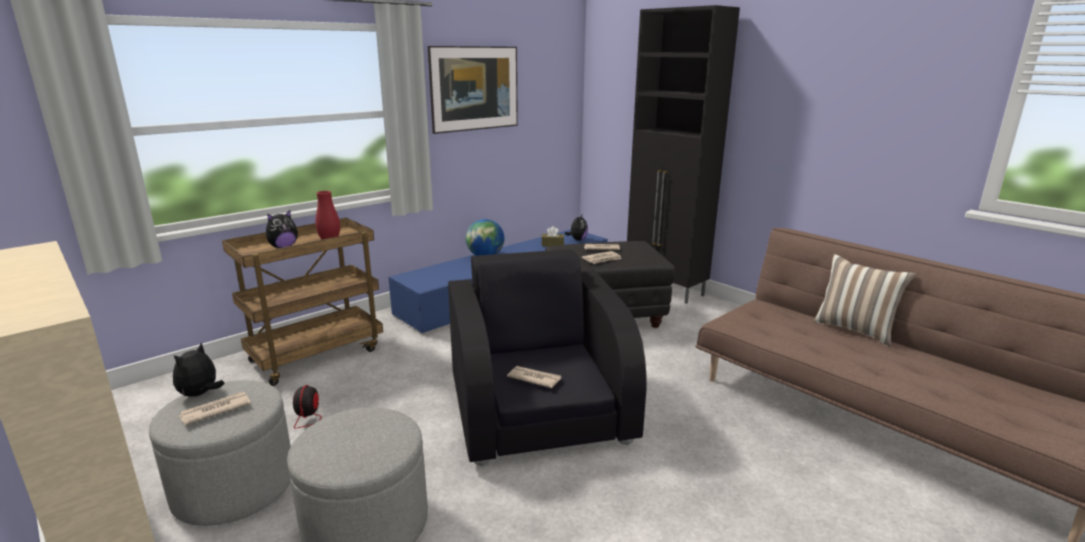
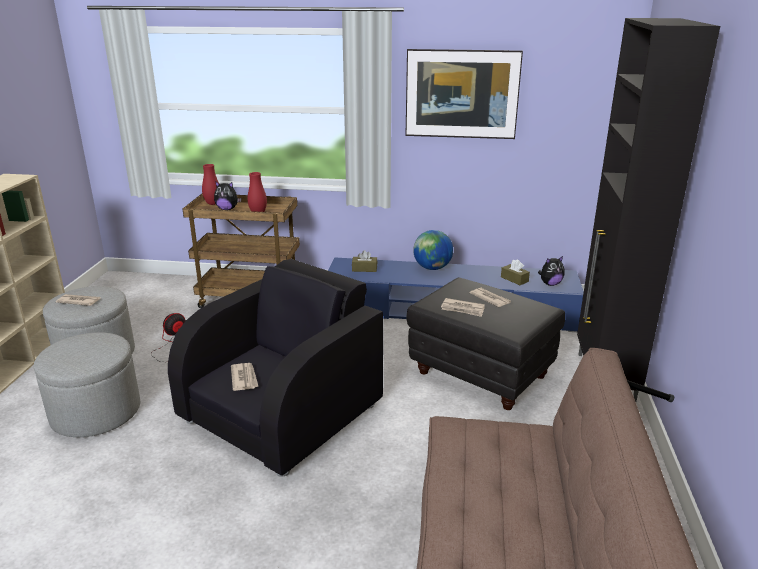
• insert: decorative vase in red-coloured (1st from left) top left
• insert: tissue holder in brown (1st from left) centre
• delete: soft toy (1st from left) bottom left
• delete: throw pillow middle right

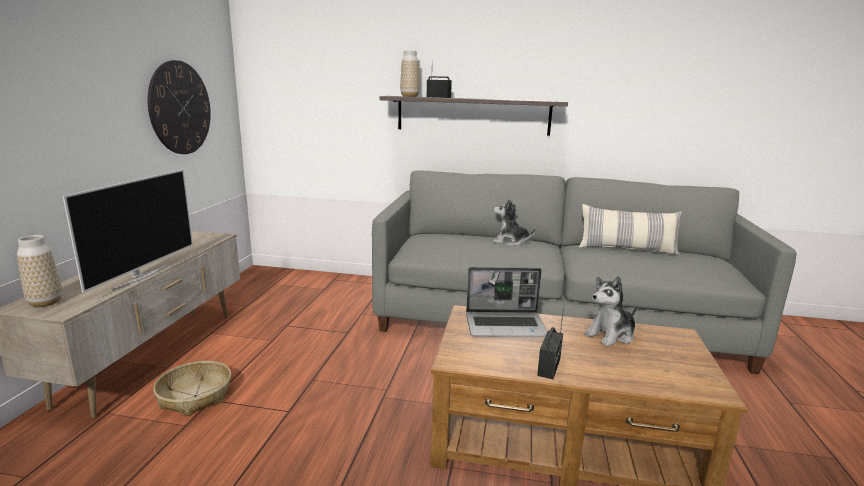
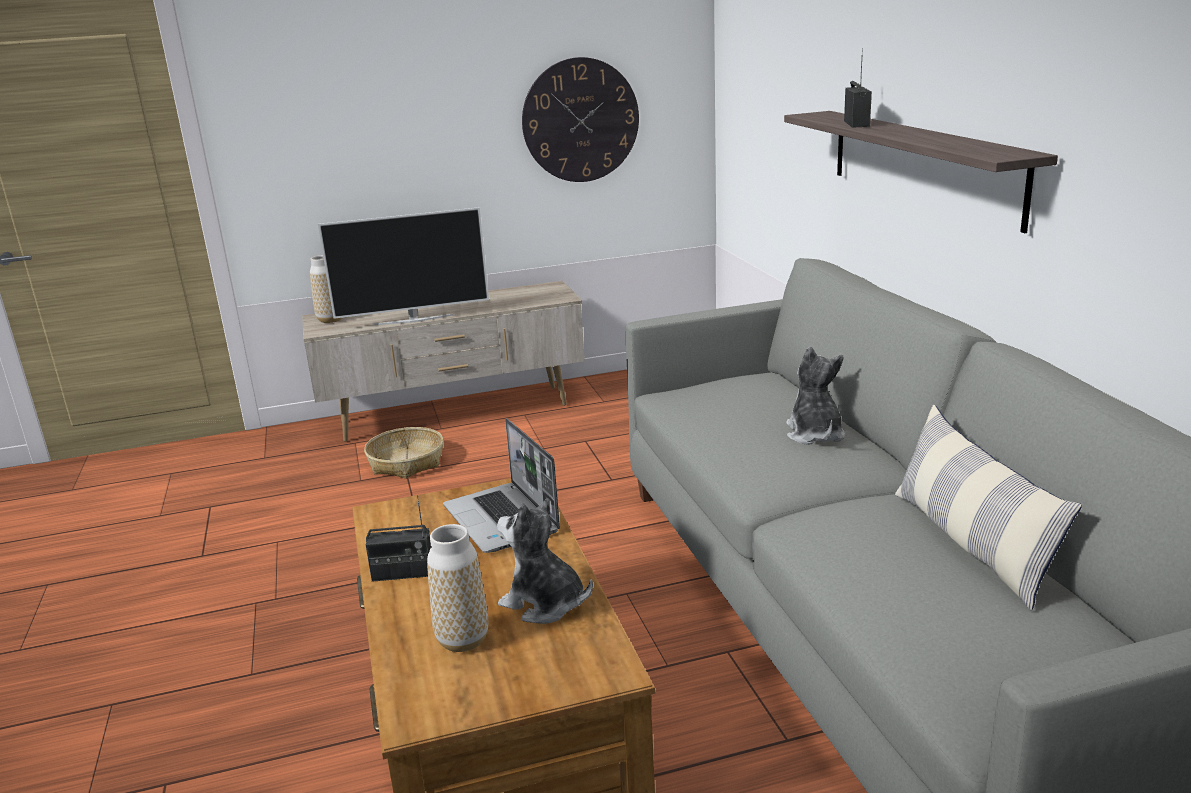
• move: decorative vase (2nd from left) top centre to bottom centre

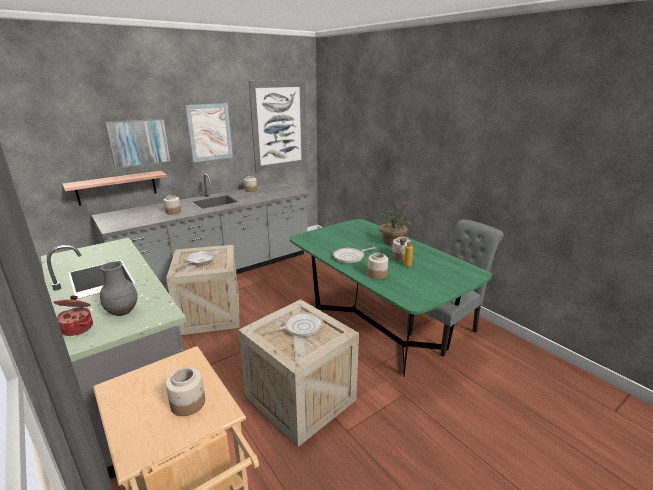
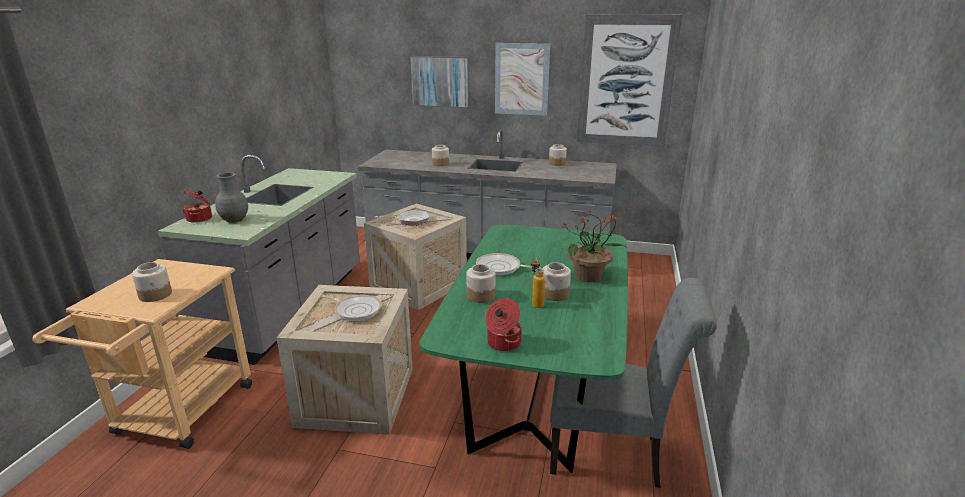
• insert: cooking pot (2nd from left) centre
• delete: wall shelf middle left

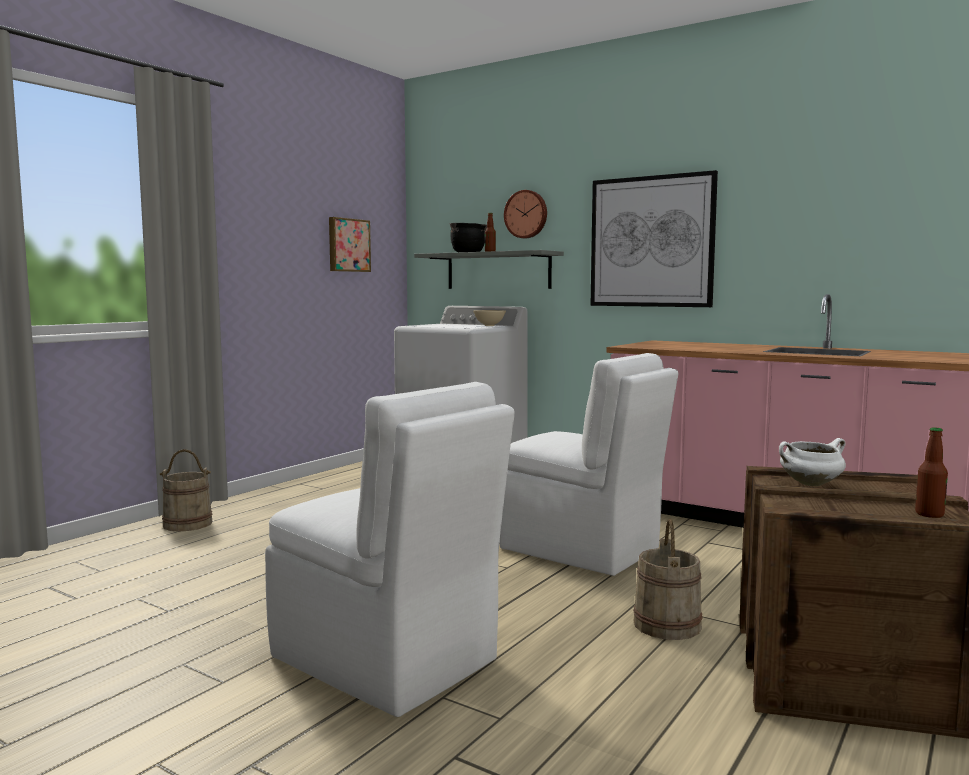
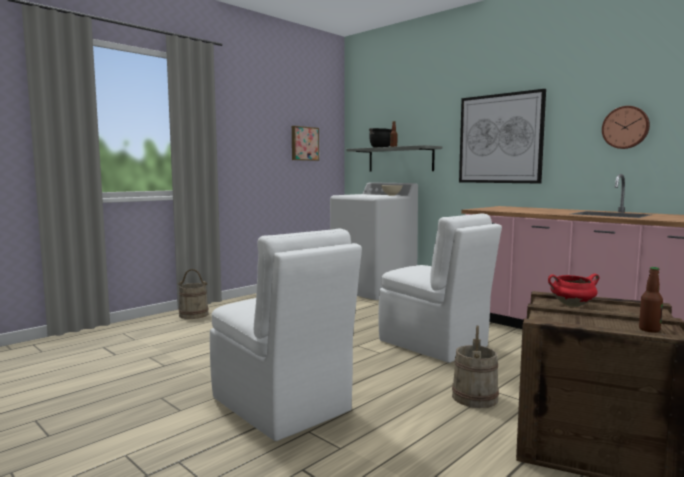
• recolor: cooking pot in white middle right to cooking pot in red-coloured middle right
• move: wall clock top centre to top right

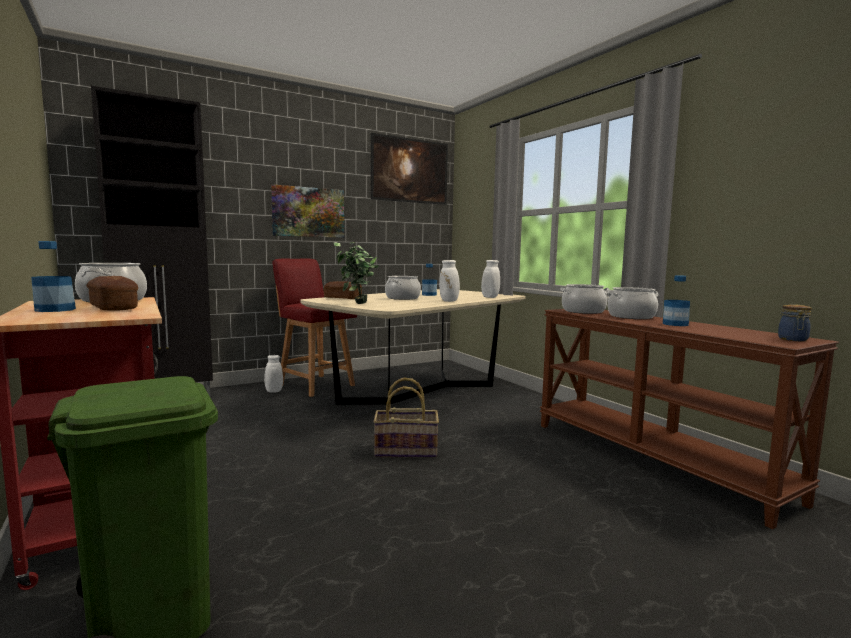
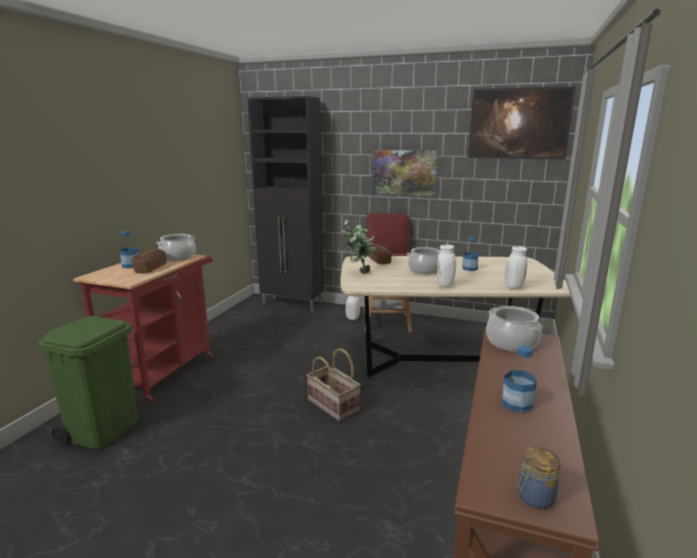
• delete: cooking pot (4th from left) middle right

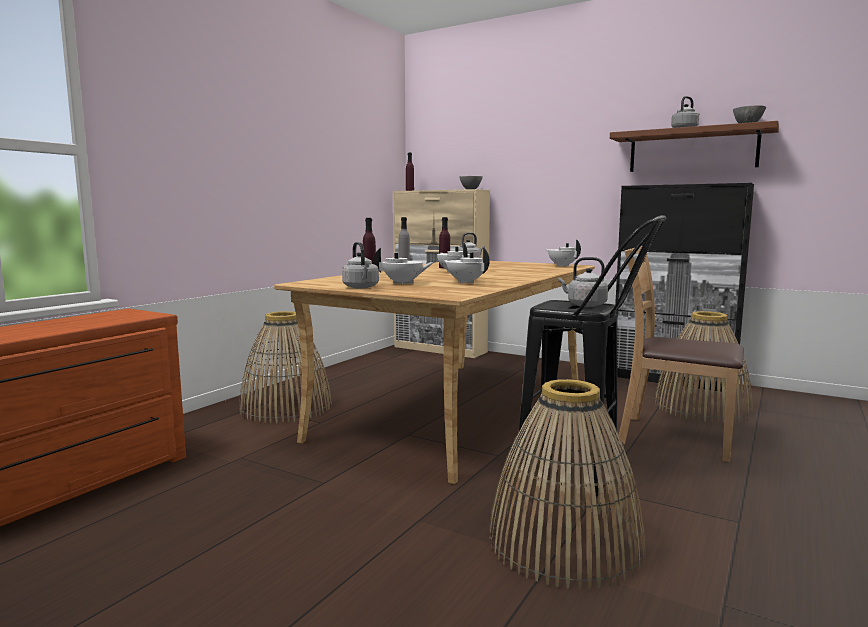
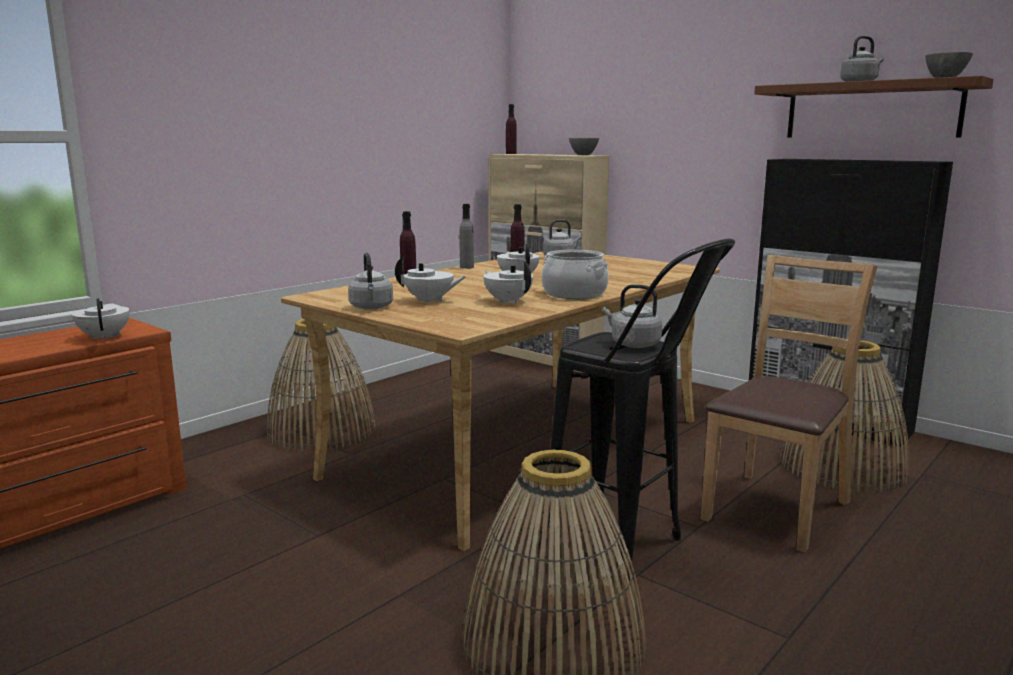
• move: pot for tea in white (4th from left in the first image) centre to pot for tea in white (1st from left) middle left
• insert: cooking pot centre
• rotate: upright chair in brown middle right = middle right 90 degrees clockwise

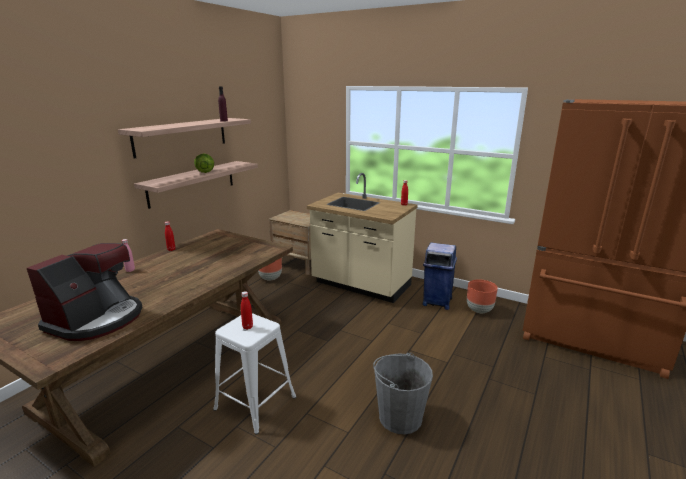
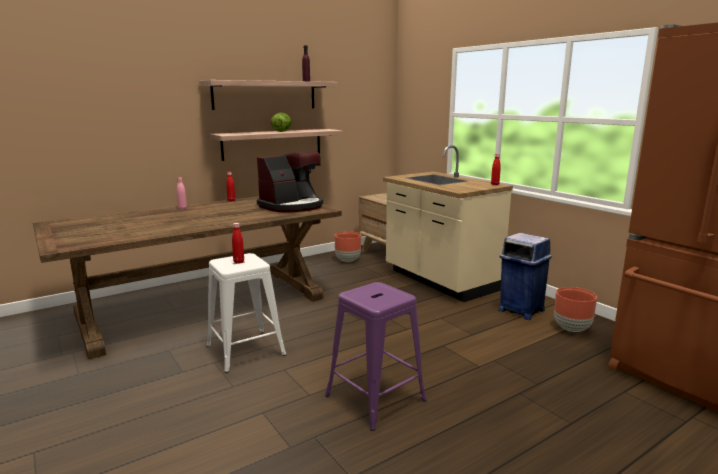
• move: coffee maker middle left to centre
• replace: water bucket in gray bottom centre to stool seat in purple bottom centre

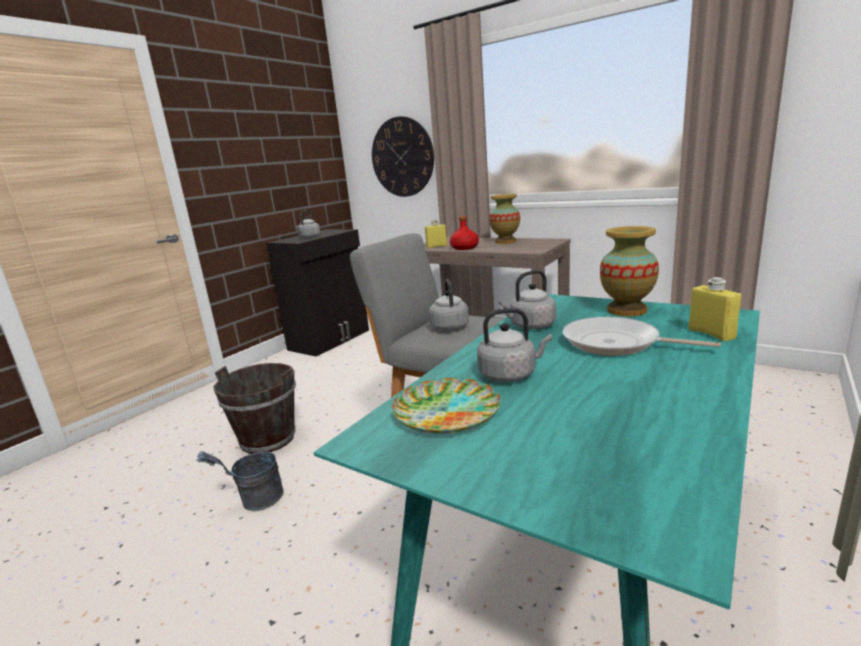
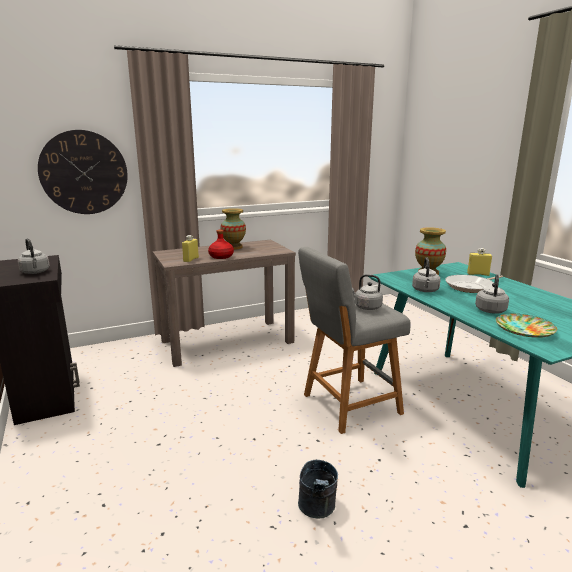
• delete: water bucket in brown middle left

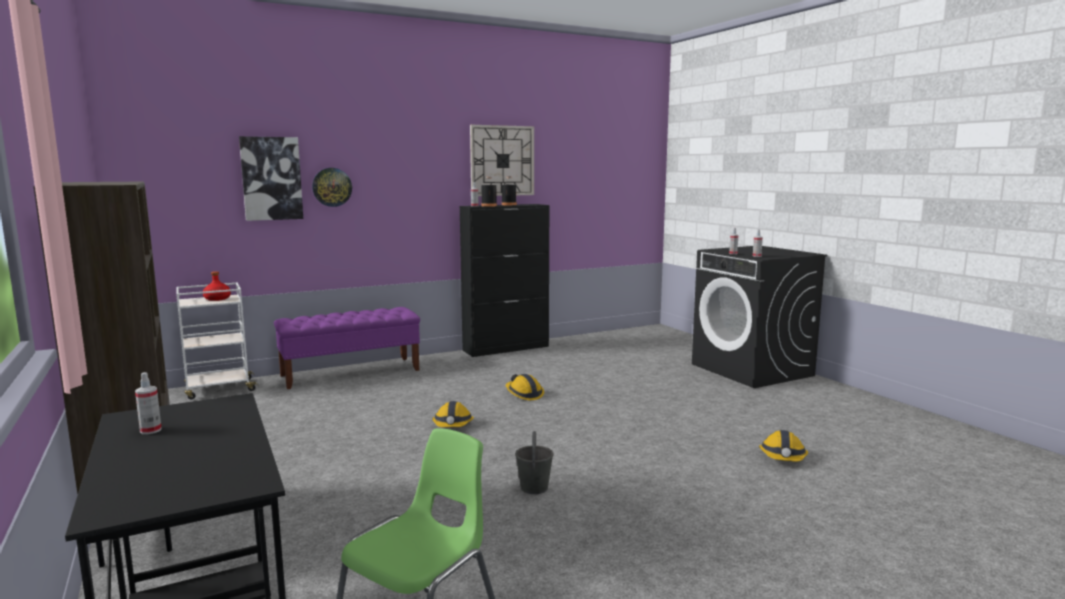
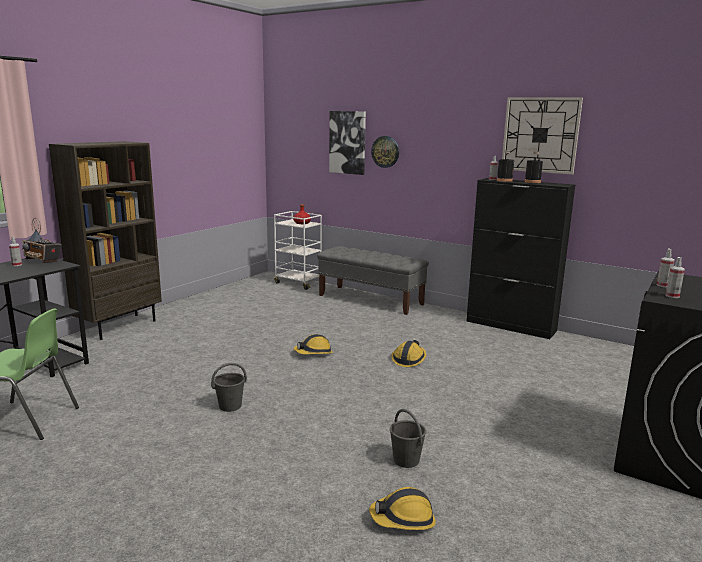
• insert: radio receiver middle left
• recolor: bench in purple middle left to bench in gray centre
• insert: water bucket in gray (2nd from left) bottom centre

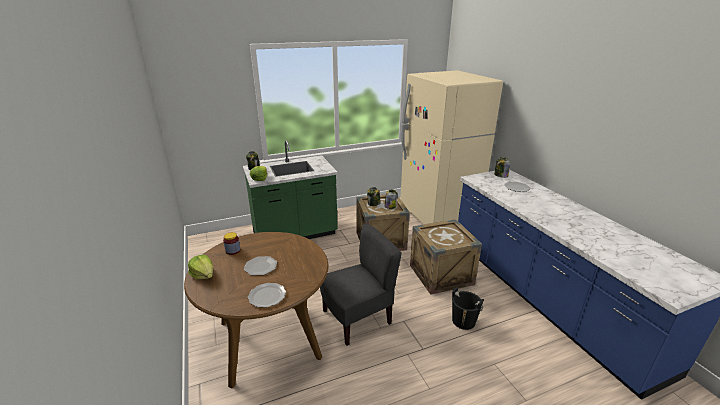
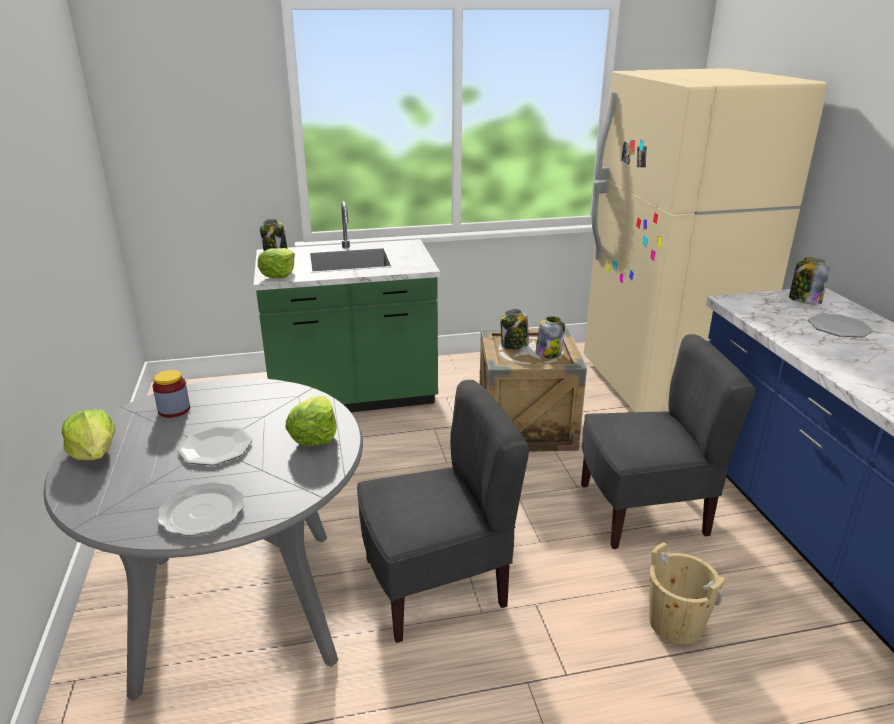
• recolor: dining table in brown bottom centre to dining table in gray bottom left
• insert: lettuce (3rd from left) centre
• replace: crate (2nd from left) centre to upright chair in gray (2nd from left) middle right
• recolor: water bucket in black-coloured bottom centre to water bucket in beige bottom right

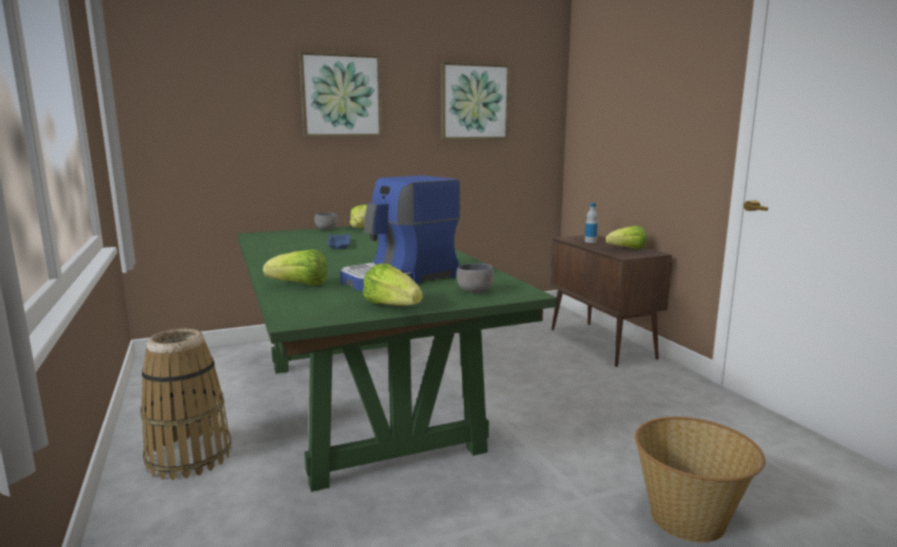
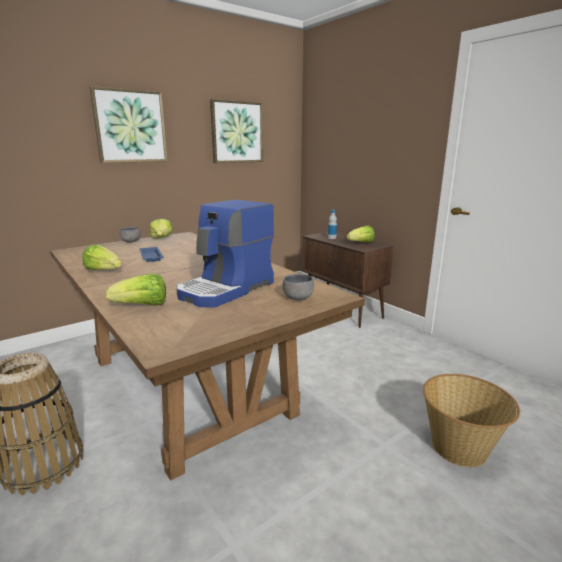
• recolor: dining table in green centre to dining table in brown centre
• move: lettuce (3rd from left in the first image) centre to lettuce (1st from left) middle left

